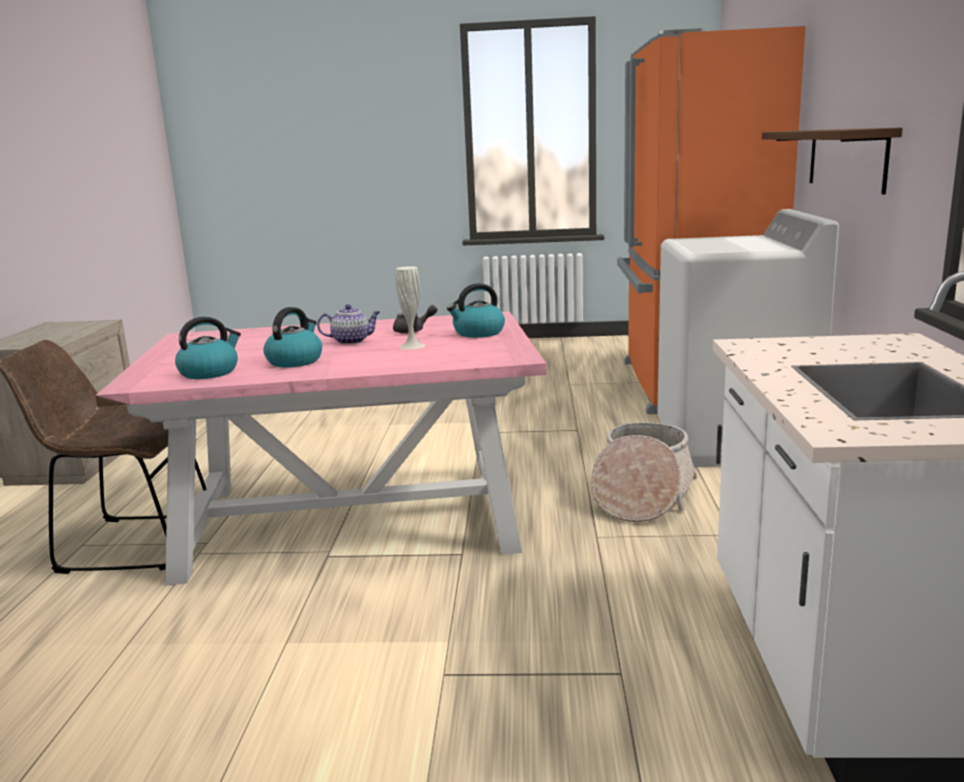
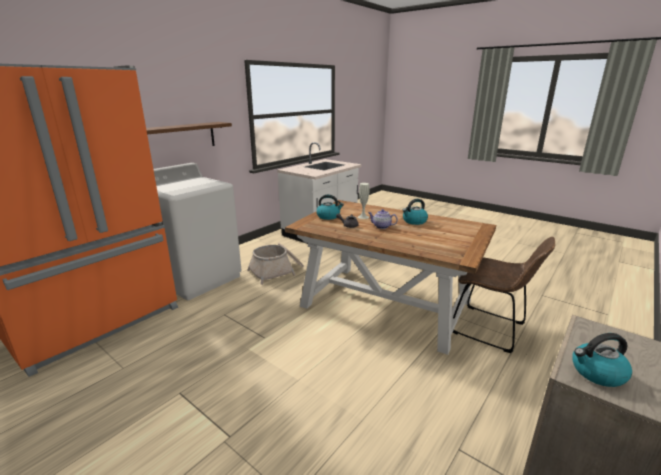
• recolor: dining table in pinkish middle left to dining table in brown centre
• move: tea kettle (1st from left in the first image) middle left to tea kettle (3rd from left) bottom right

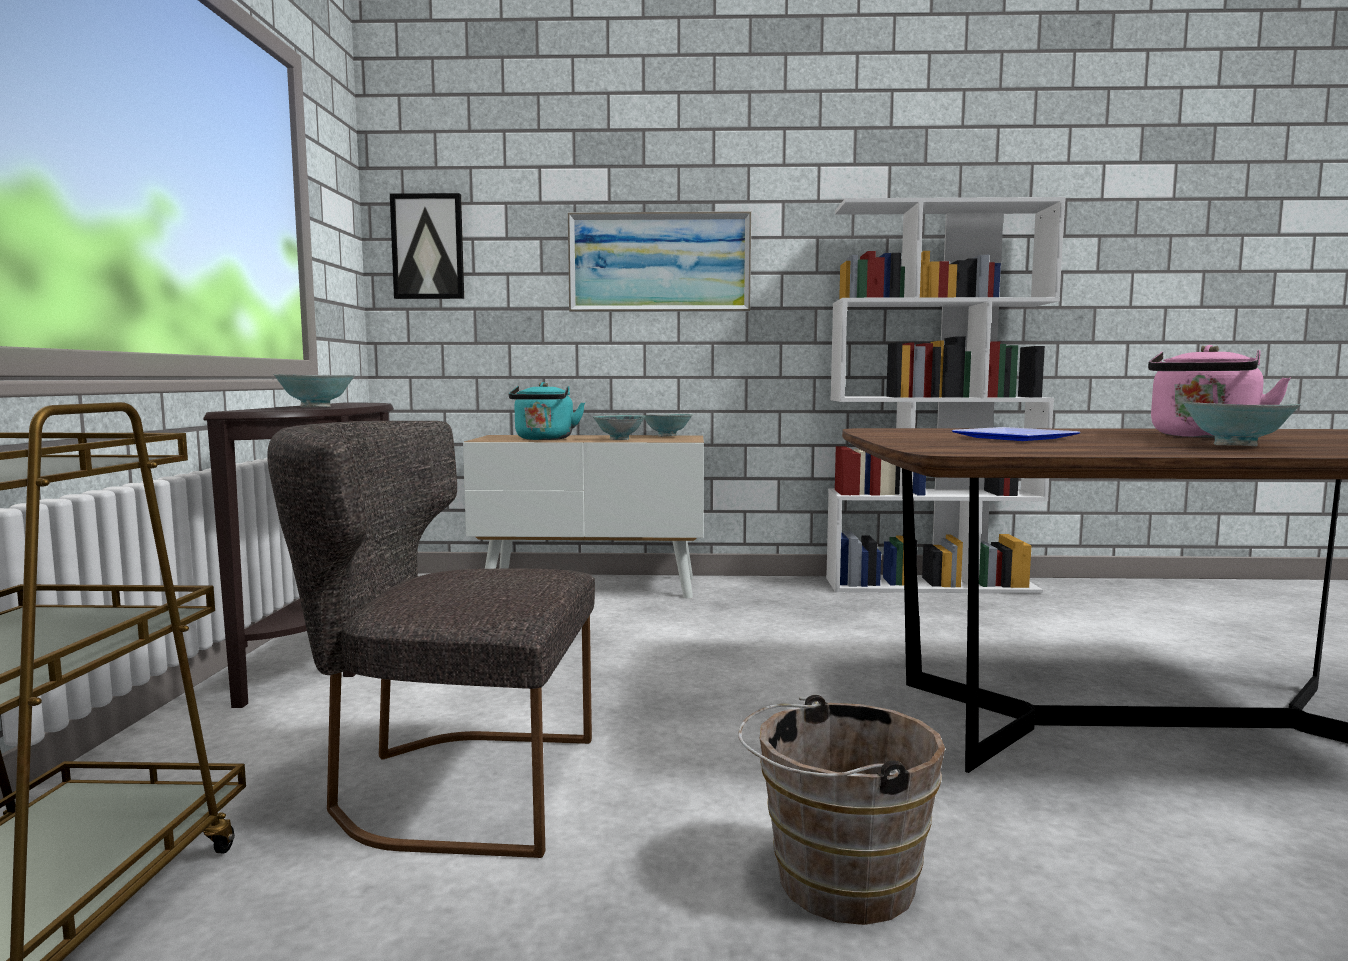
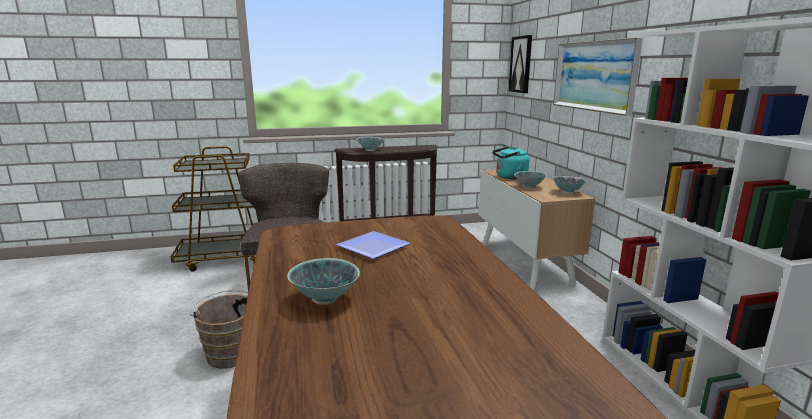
• delete: tea kettle in pinkish middle right

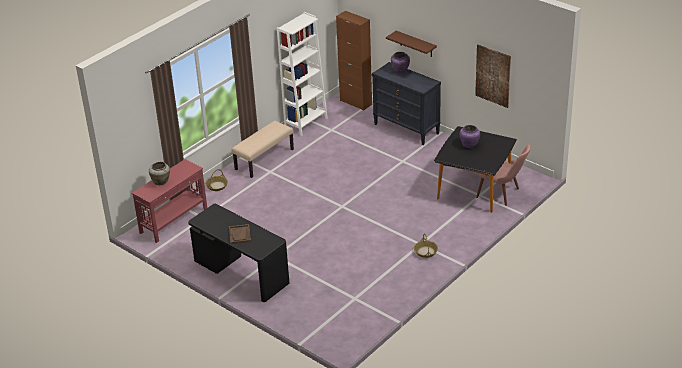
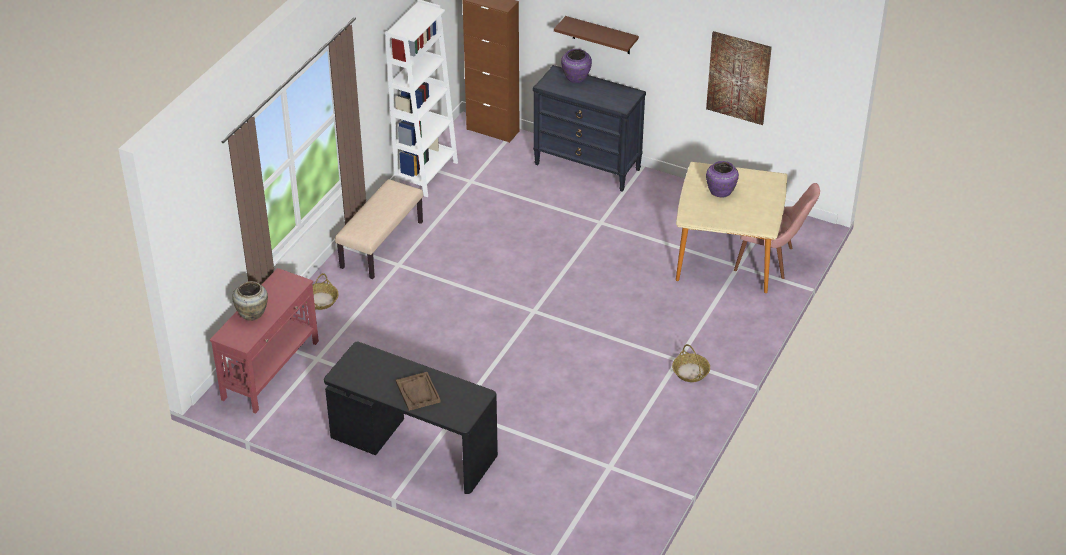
• recolor: dining table in black-coloured middle right to dining table in beige middle right

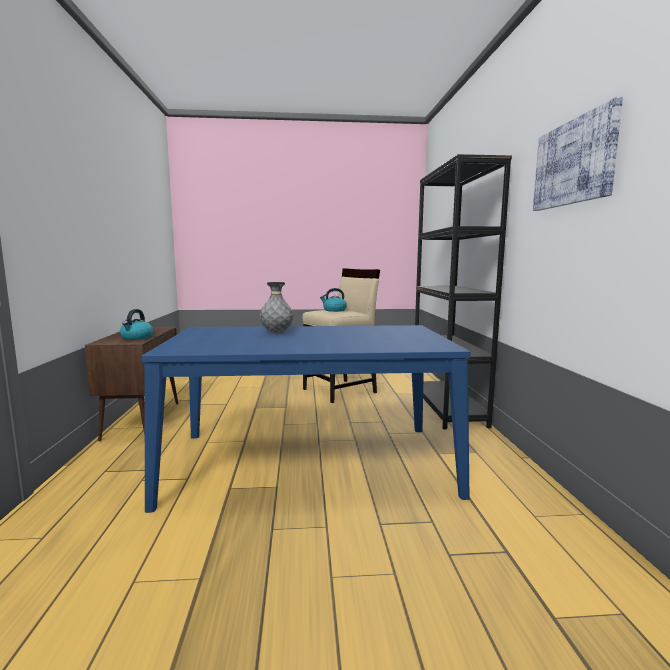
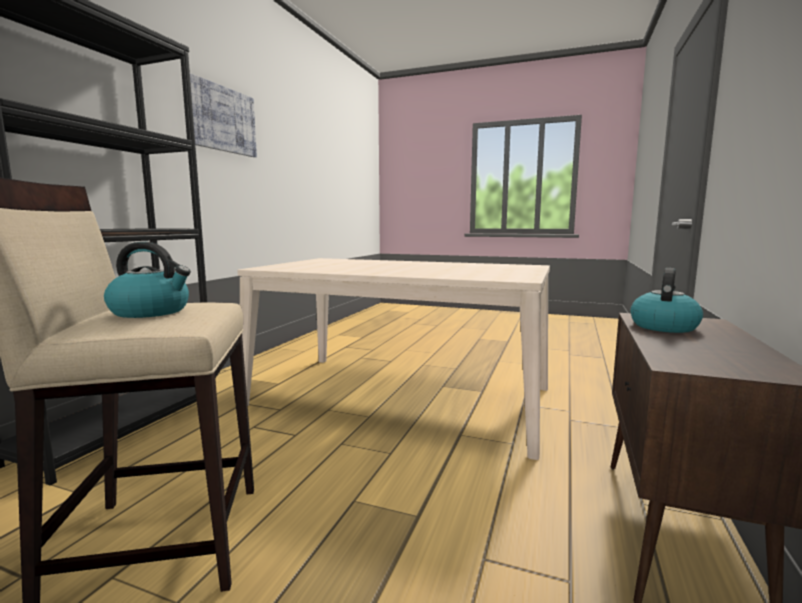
• recolor: dining table in blue-coloured centre to dining table in beige centre
• delete: decorative vase in gray centre

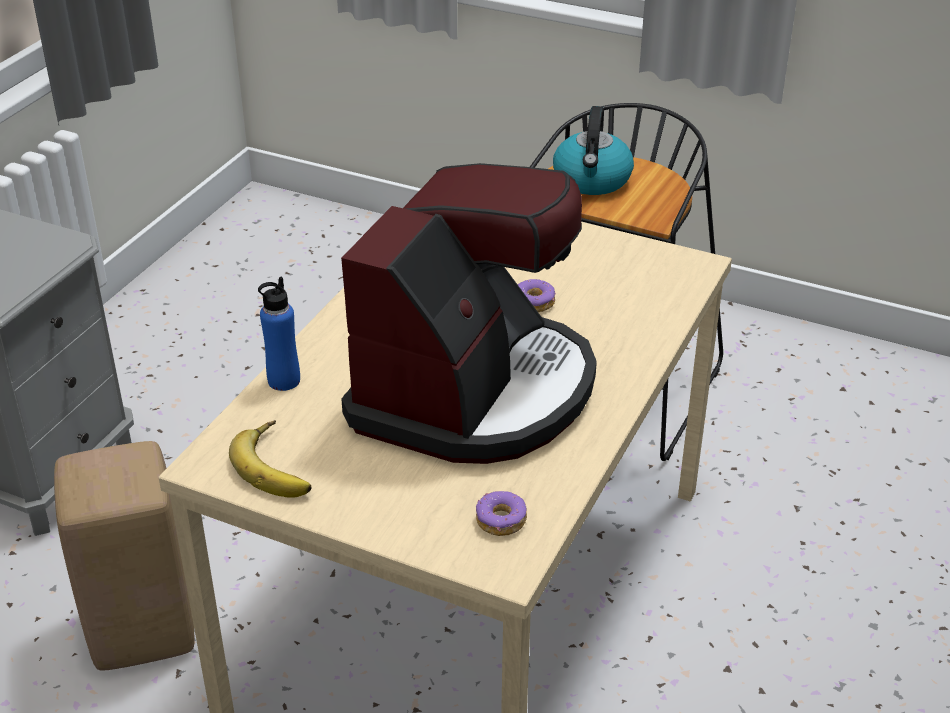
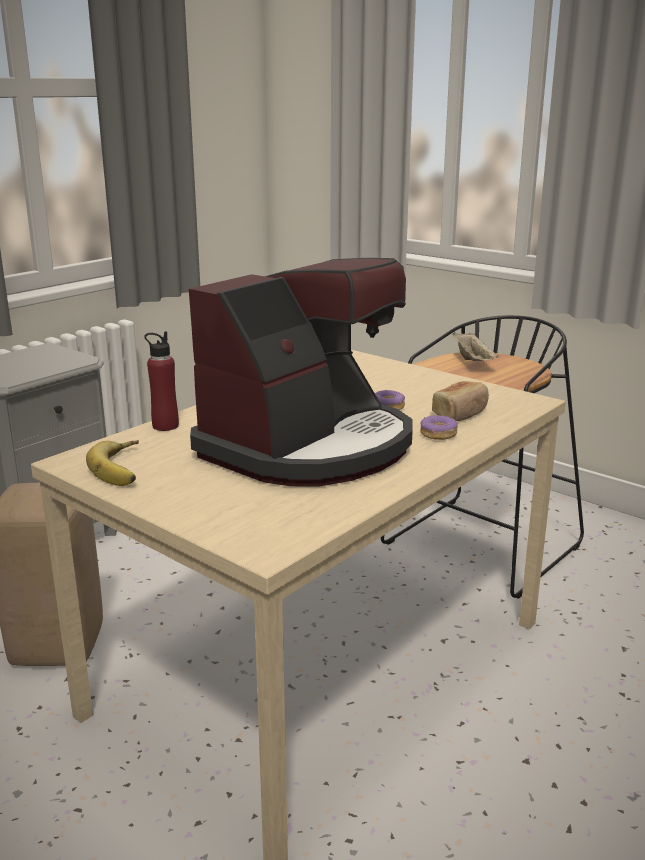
• recolor: beverage bottle in blue-coloured middle left to beverage bottle in red-coloured middle left
• move: ring doughnut (1st from left in the first image) bottom centre to ring doughnut (2nd from left) middle right
• insert: bread middle right
• replace: tea kettle top centre to serving tray in beige middle right

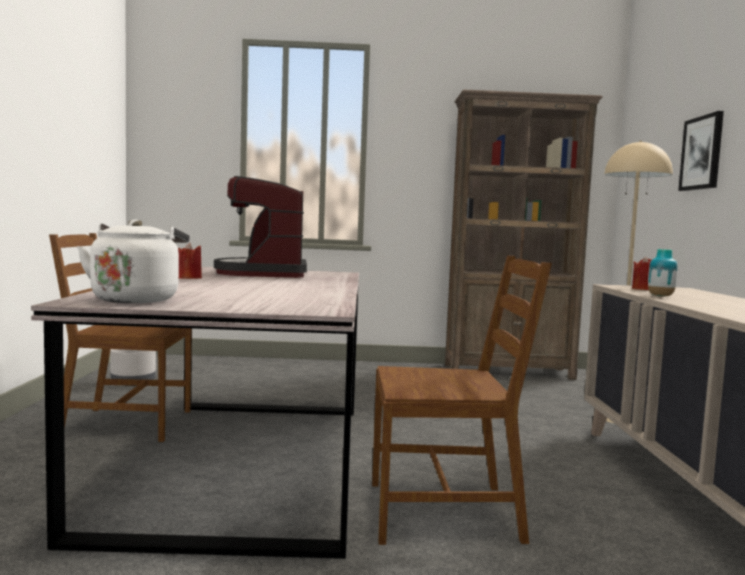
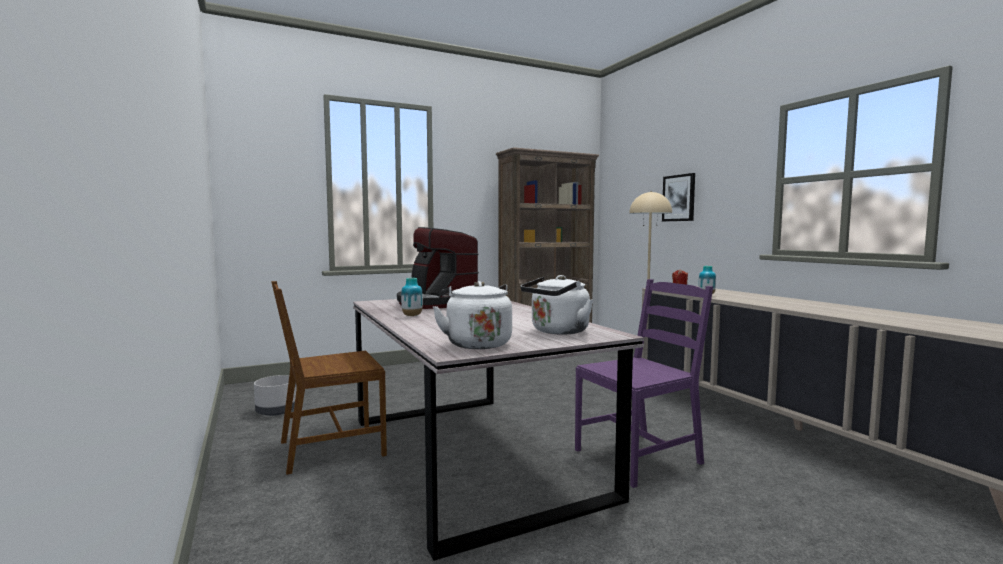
• replace: candle in red-coloured (1st from left) middle left to decorative vase (1st from left) centre
• insert: tea kettle in white (2nd from left) centre
• recolor: upright chair in brown (2nd from left) bottom centre to upright chair in purple bottom centre

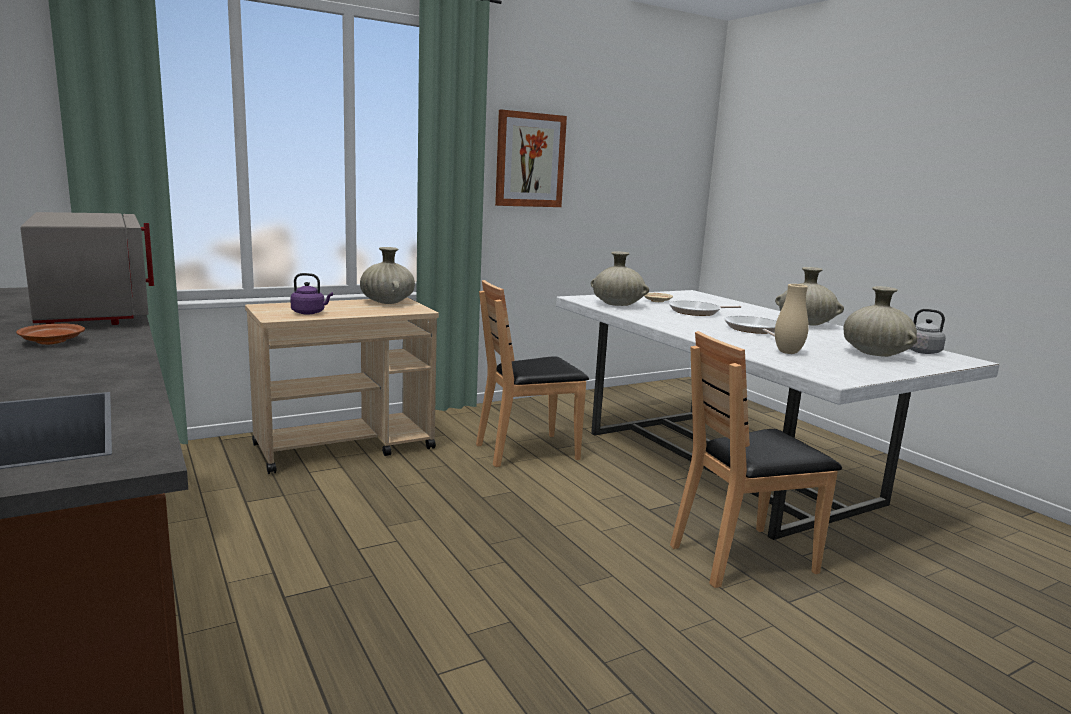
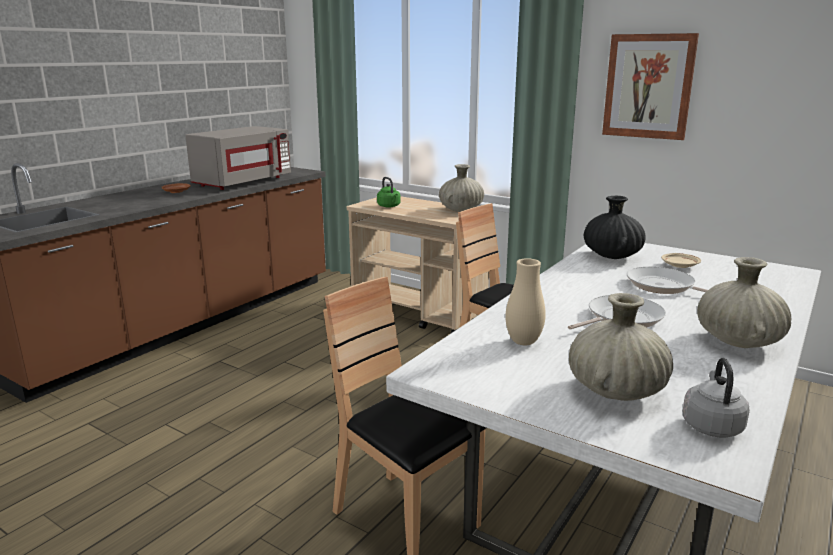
• recolor: tea kettle in purple middle left to tea kettle in green centre
• recolor: decorative vase in beige (2nd from left) centre to decorative vase in black-coloured middle right

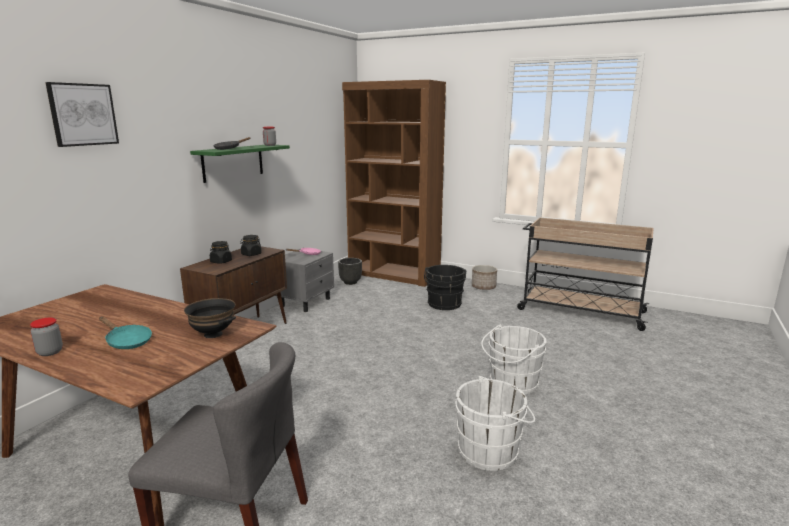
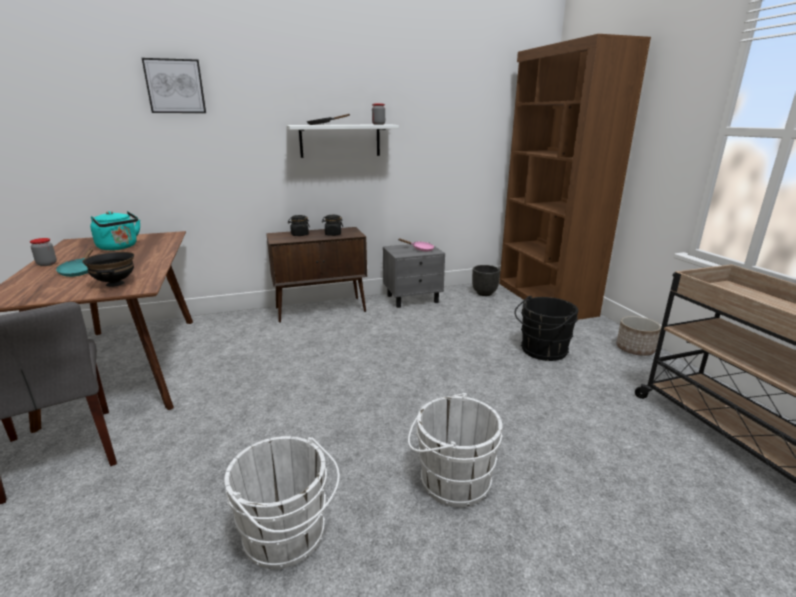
• insert: tea kettle in turquoise middle left
• recolor: wall shelf in green top left to wall shelf in white top centre

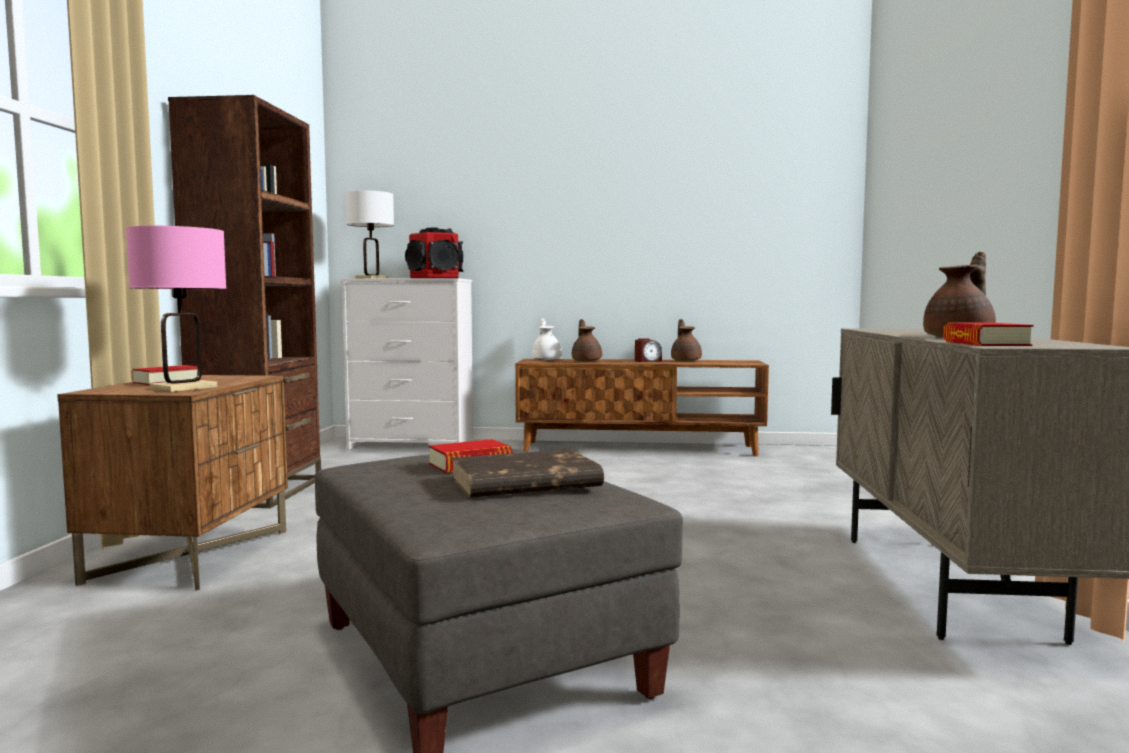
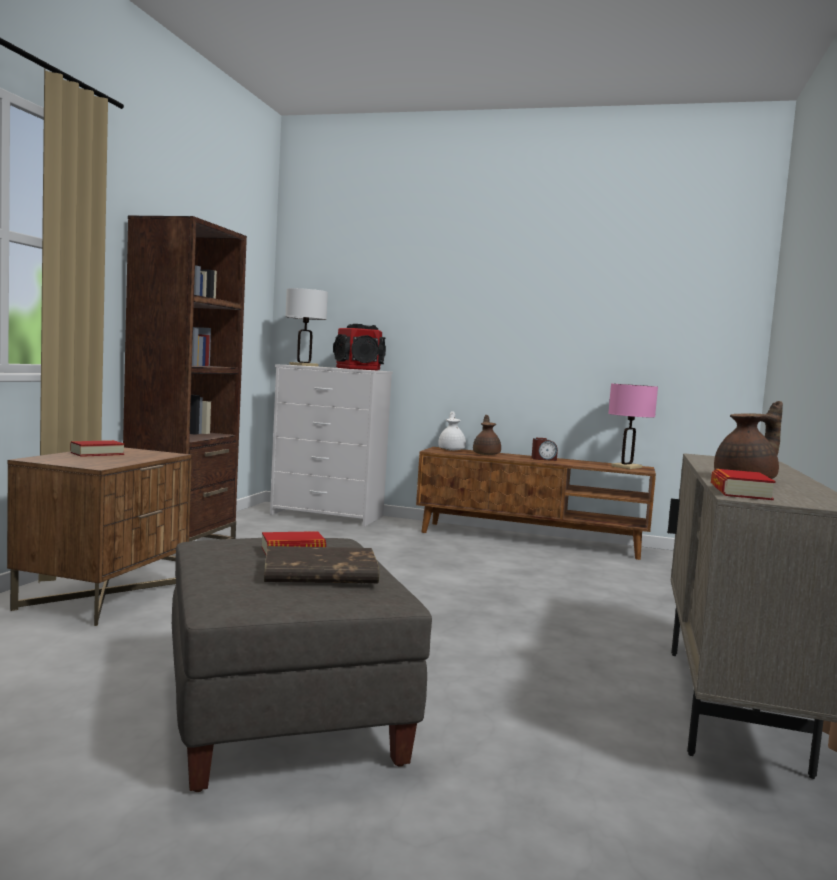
• move: lamp for a table in pinkish middle left to middle right
• delete: pot for tea in brown (2nd from left) centre

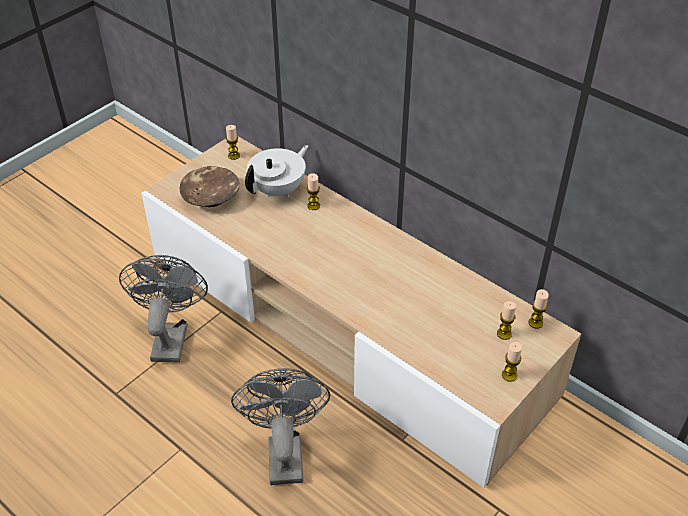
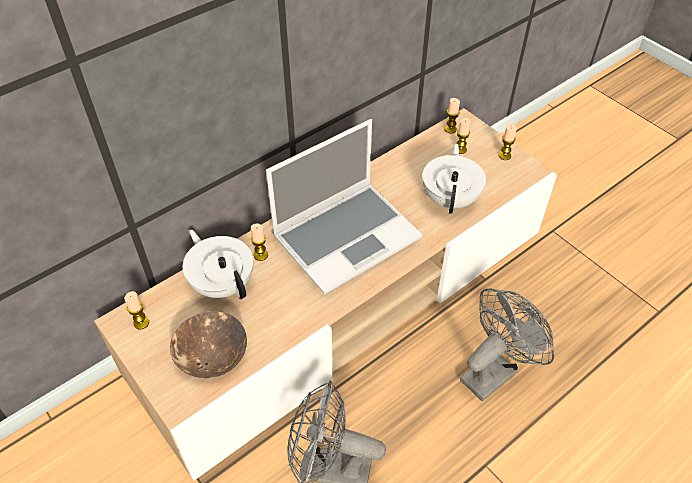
• insert: portable computer centre
• insert: pot for tea in white (2nd from left) centre
• rotate: electric fan in gray (2nd from left) bottom centre = bottom right 135 degrees clockwise

